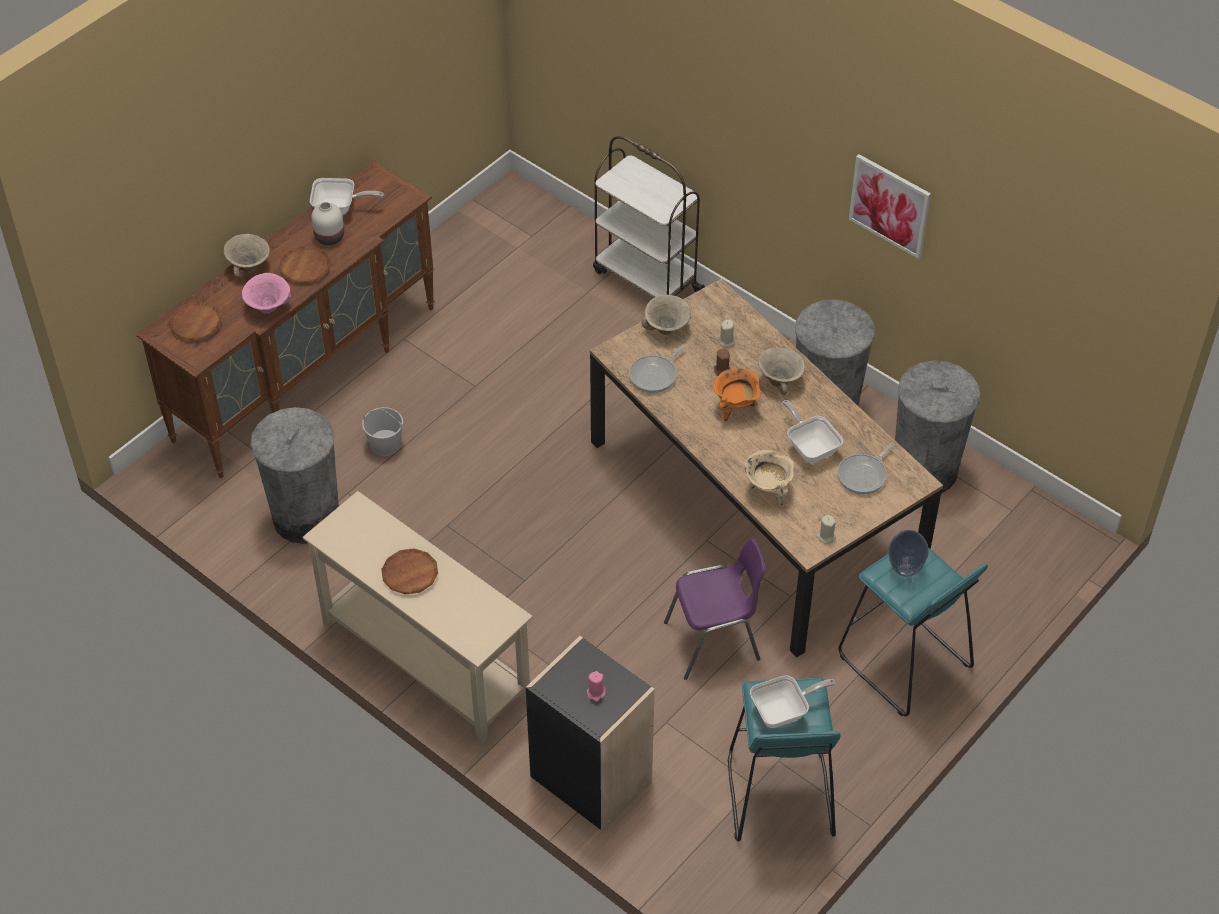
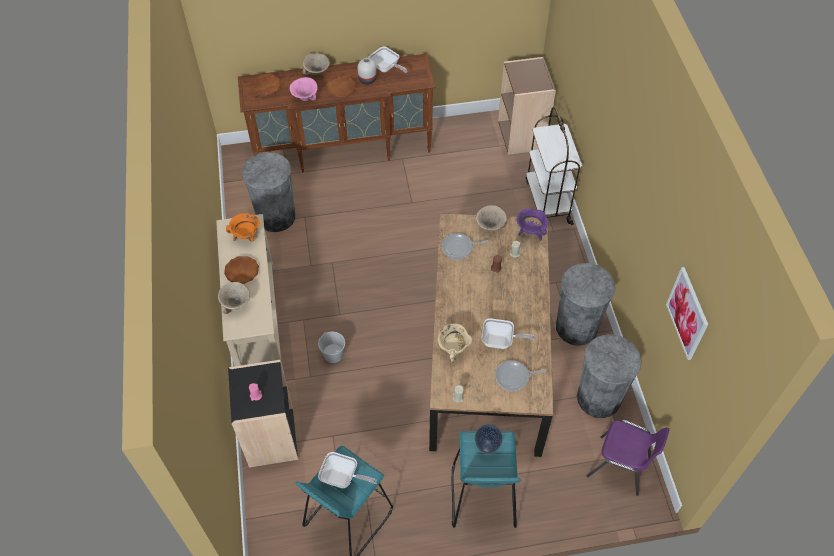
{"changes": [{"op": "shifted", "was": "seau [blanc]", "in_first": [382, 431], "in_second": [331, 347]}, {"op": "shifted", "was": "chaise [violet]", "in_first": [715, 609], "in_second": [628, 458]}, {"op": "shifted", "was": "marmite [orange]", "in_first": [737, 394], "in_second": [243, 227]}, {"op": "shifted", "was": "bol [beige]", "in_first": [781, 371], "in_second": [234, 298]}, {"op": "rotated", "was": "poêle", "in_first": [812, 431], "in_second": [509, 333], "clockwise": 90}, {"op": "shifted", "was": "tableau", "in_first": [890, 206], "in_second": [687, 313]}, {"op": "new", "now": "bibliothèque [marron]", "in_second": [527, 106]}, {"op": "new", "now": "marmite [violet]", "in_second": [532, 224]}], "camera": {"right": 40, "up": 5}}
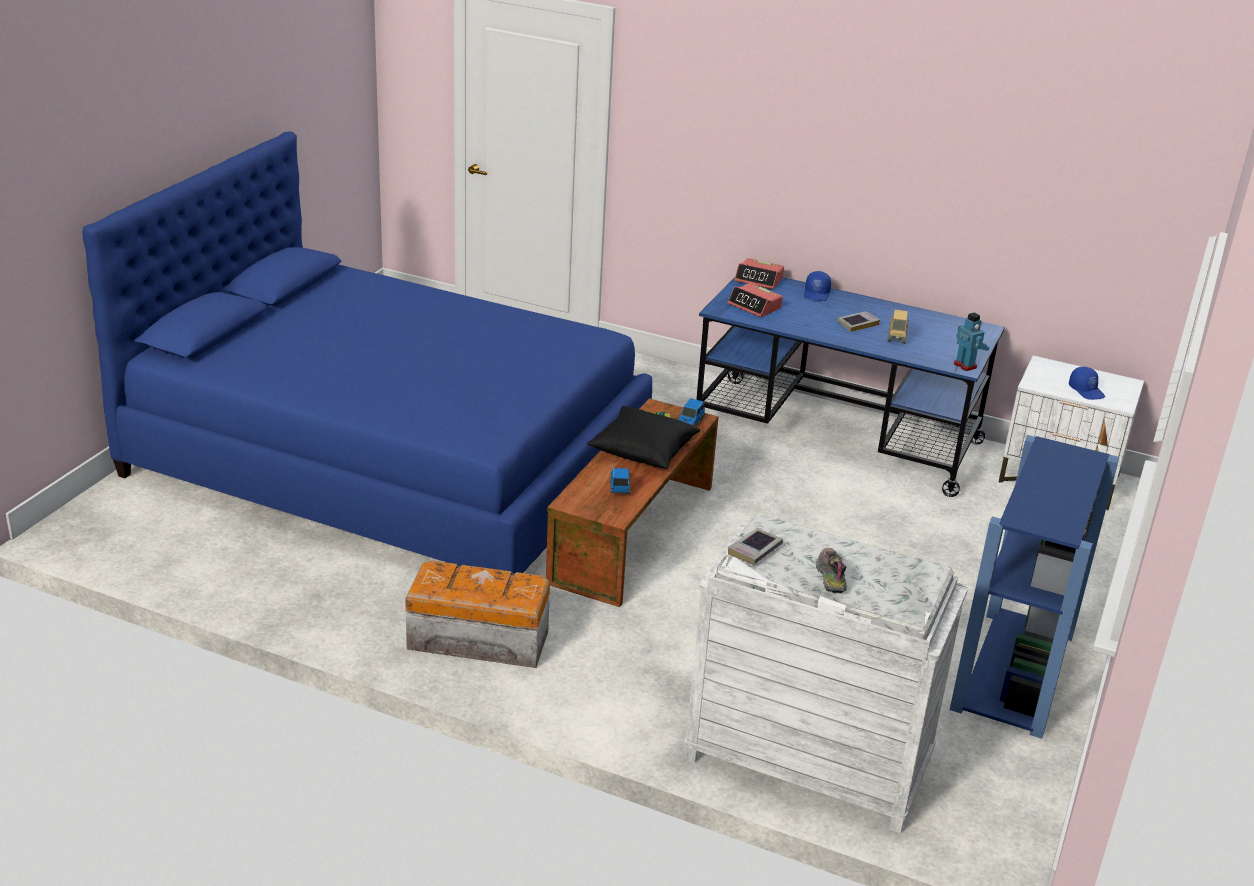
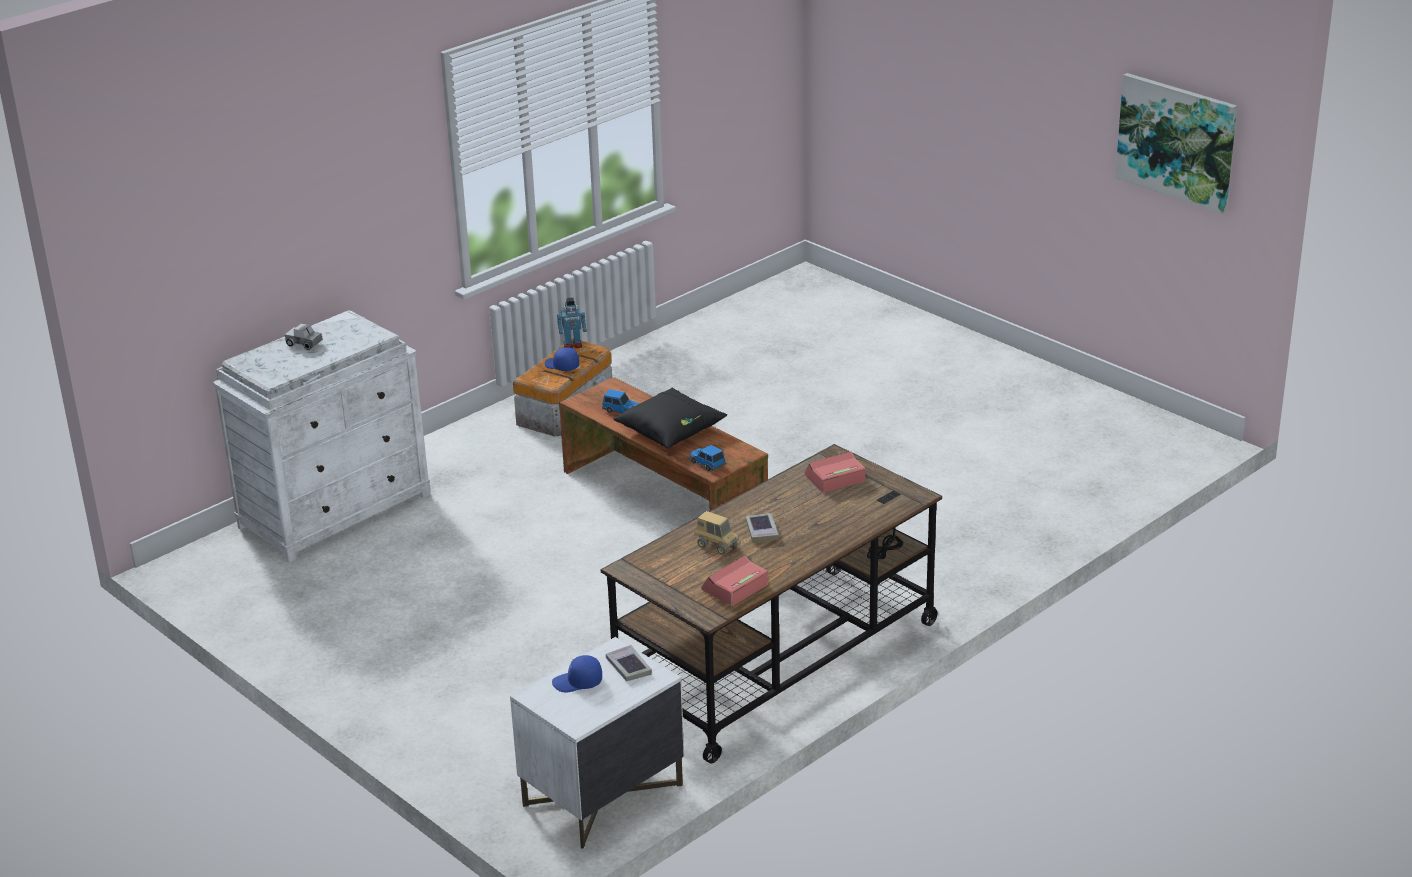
{"changes": [{"op": "gone", "was": "lit [bleu]", "in_first": [367, 352]}, {"op": "repainted", "was": "bureau [bleu]", "now": "bureau [marron]", "in_first": [850, 387], "in_second": [771, 603]}, {"op": "shifted", "was": "livre", "in_first": [755, 546], "in_second": [629, 663]}, {"op": "shifted", "was": "réveil", "in_first": [759, 273], "in_second": [734, 581]}, {"op": "shifted", "was": "casquette [bleu]", "in_first": [817, 286], "in_second": [562, 359]}, {"op": "swapped", "was": "chaussure", "now": "camion jouet", "in_first": [831, 571], "in_second": [304, 336]}, {"op": "gone", "was": "bibliothèque [bleu]", "in_first": [1034, 587]}, {"op": "shifted", "was": "robot jouet", "in_first": [972, 341], "in_second": [572, 323]}, {"op": "new", "now": "tableau", "in_second": [1176, 143]}], "camera": {"right": 115, "up": 0}}
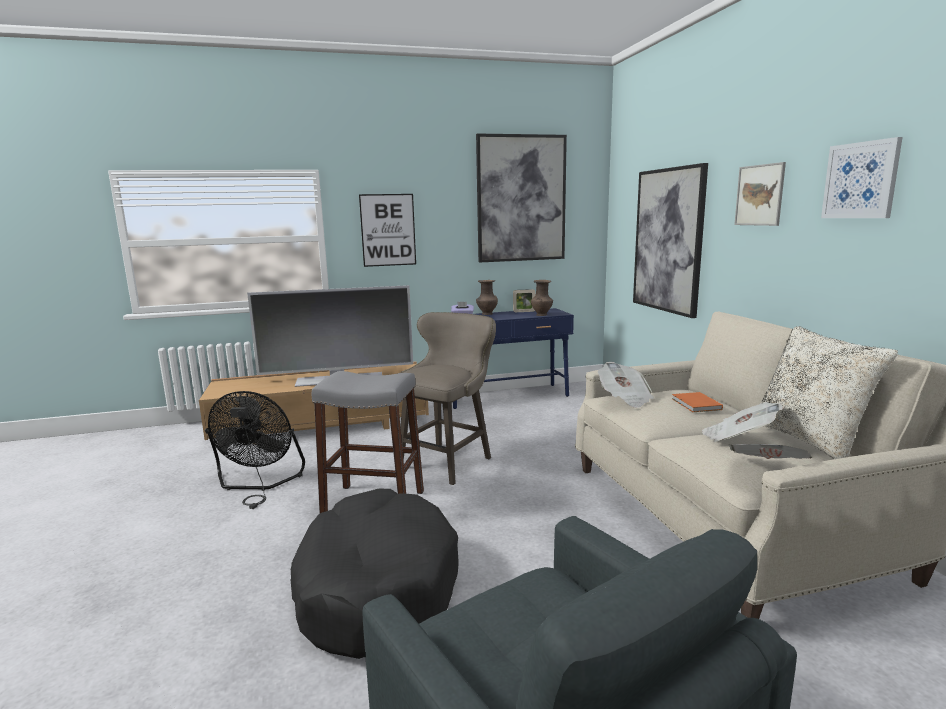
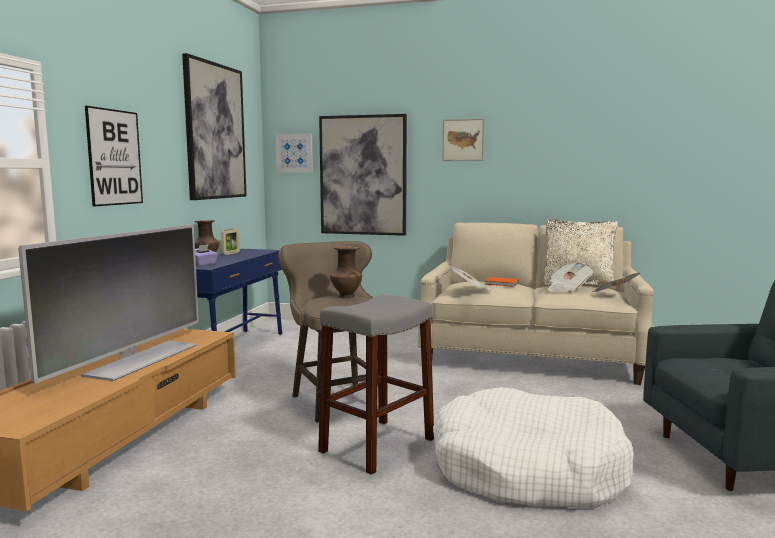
{"changes": [{"op": "gone", "was": "ventilateur [noir]", "in_first": [255, 450]}, {"op": "repainted", "was": "panier pour chien [noir]", "now": "panier pour chien [blanc]", "in_first": [375, 574], "in_second": [533, 447]}, {"op": "shifted", "was": "vase [marron]", "in_first": [542, 298], "in_second": [346, 272]}, {"op": "shifted", "was": "tableau", "in_first": [862, 177], "in_second": [294, 153]}], "camera": {"right": -60, "up": -5}}
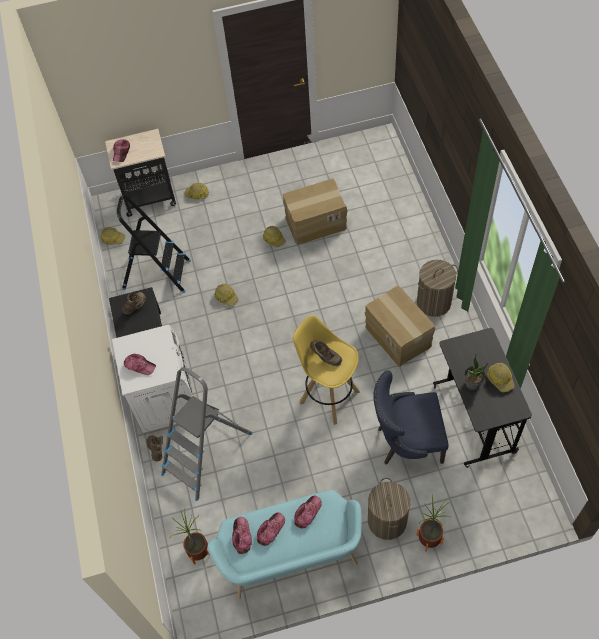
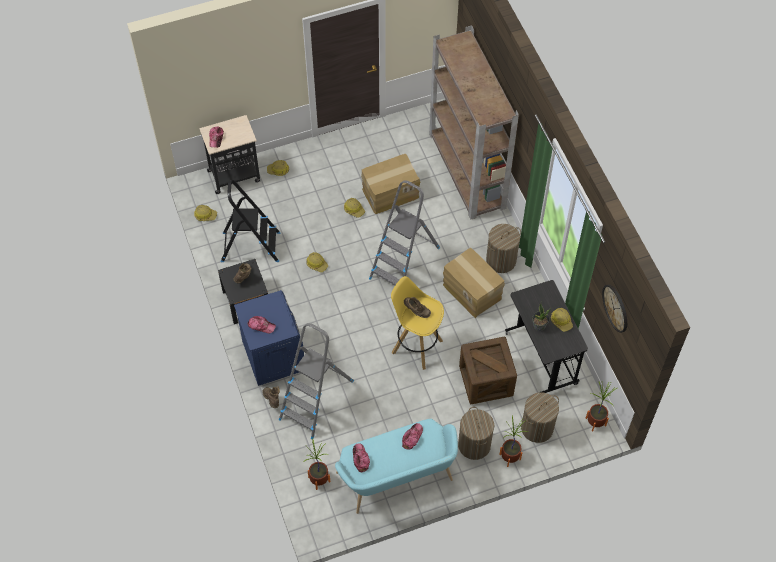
{"changes": [{"op": "repainted", "was": "lave-linge [blanc]", "now": "lave-linge [bleu]", "in_first": [152, 378], "in_second": [269, 338]}, {"op": "gone", "was": "casquette", "in_first": [271, 529]}, {"op": "swapped", "was": "chaise [bleu]", "now": "caisse", "in_first": [410, 417], "in_second": [488, 370]}, {"op": "new", "now": "escabeau [gris]", "in_second": [404, 232]}, {"op": "new", "now": "bibliothèque [marron]", "in_second": [474, 122]}, {"op": "new", "now": "panier à linge", "in_second": [540, 417]}, {"op": "new", "now": "plante en pot", "in_second": [601, 406]}, {"op": "new", "now": "horloge murale", "in_second": [614, 308]}], "camera": {"right": -10, "up": 0}}
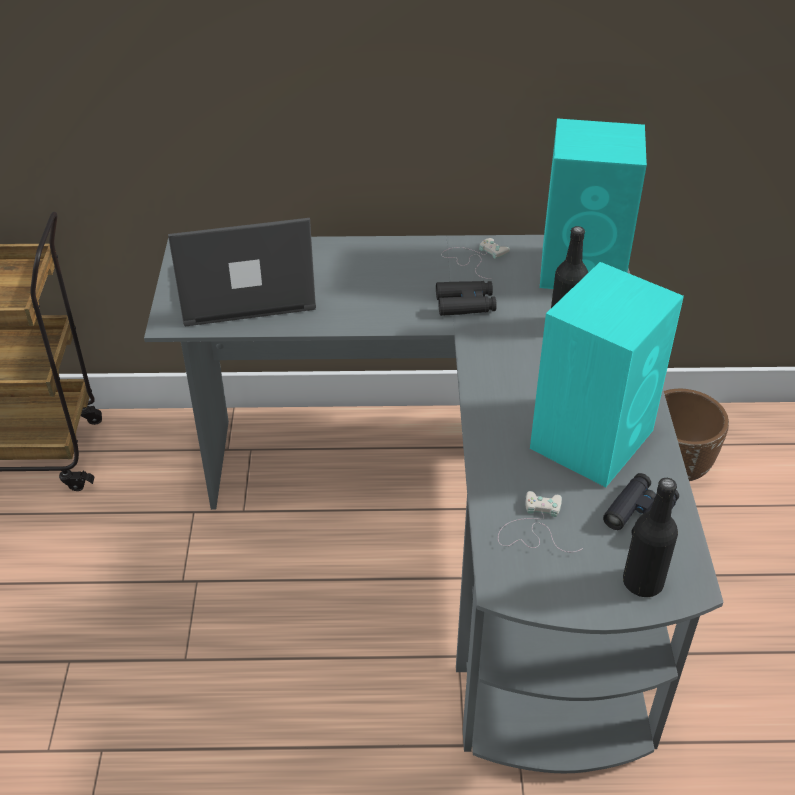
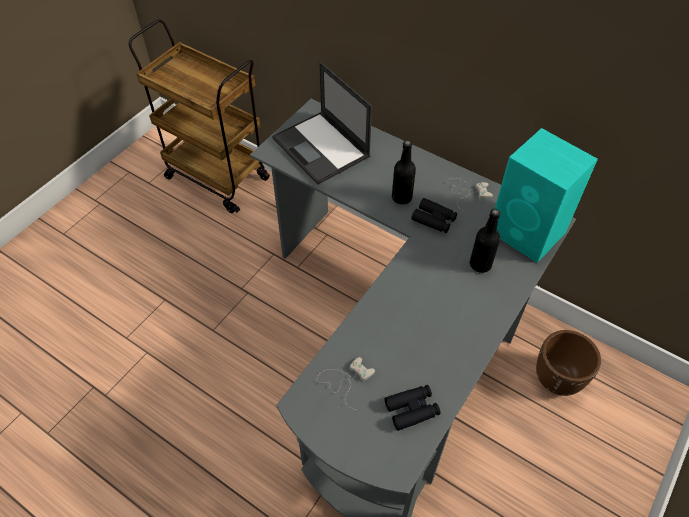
{"changes": [{"op": "rotated", "was": "ordinateur portable", "in_first": [242, 272], "in_second": [322, 123], "clockwise": -150}, {"op": "gone", "was": "enceinte [turquoise]", "in_first": [607, 374]}, {"op": "shifted", "was": "bouteille [noir]", "in_first": [650, 537], "in_second": [404, 172]}], "camera": {"right": 35, "up": 10}}
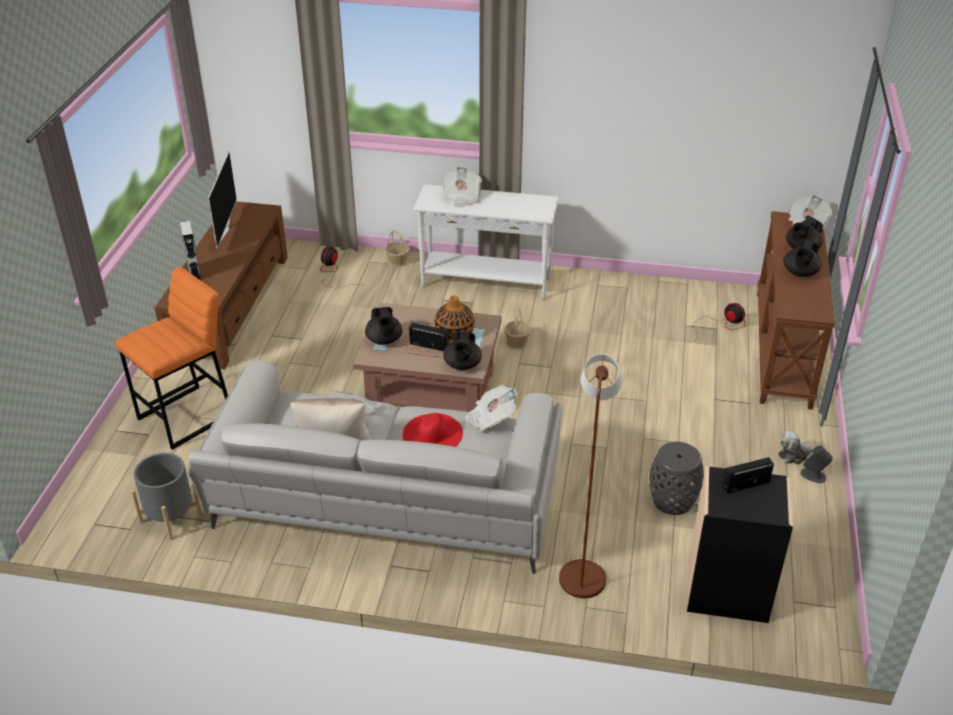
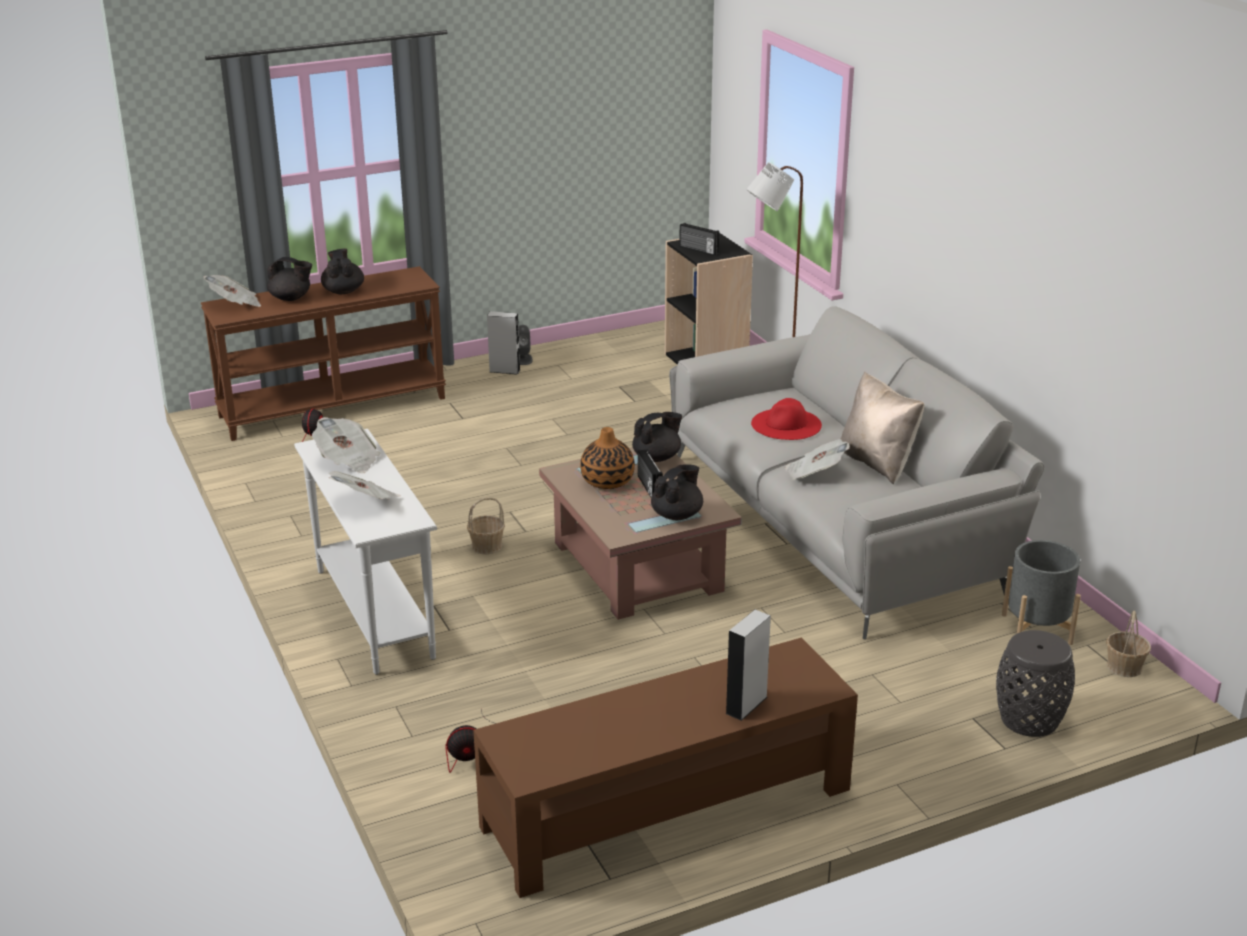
{"changes": [{"op": "gone", "was": "tabouret [orange]", "in_first": [171, 358]}, {"op": "gone", "was": "téléviseur", "in_first": [222, 199]}, {"op": "shifted", "was": "panier", "in_first": [397, 248], "in_second": [1128, 644]}, {"op": "shifted", "was": "journal", "in_first": [491, 408], "in_second": [346, 445]}, {"op": "shifted", "was": "tabouret [gris]", "in_first": [676, 478], "in_second": [1035, 683]}, {"op": "swapped", "was": "peluche", "now": "enceinte [gris]", "in_first": [798, 447], "in_second": [503, 343]}, {"op": "rotated", "was": "théière [noir]", "in_first": [802, 258], "in_second": [342, 271], "clockwise": -90}], "camera": {"right": -125, "up": -10}}
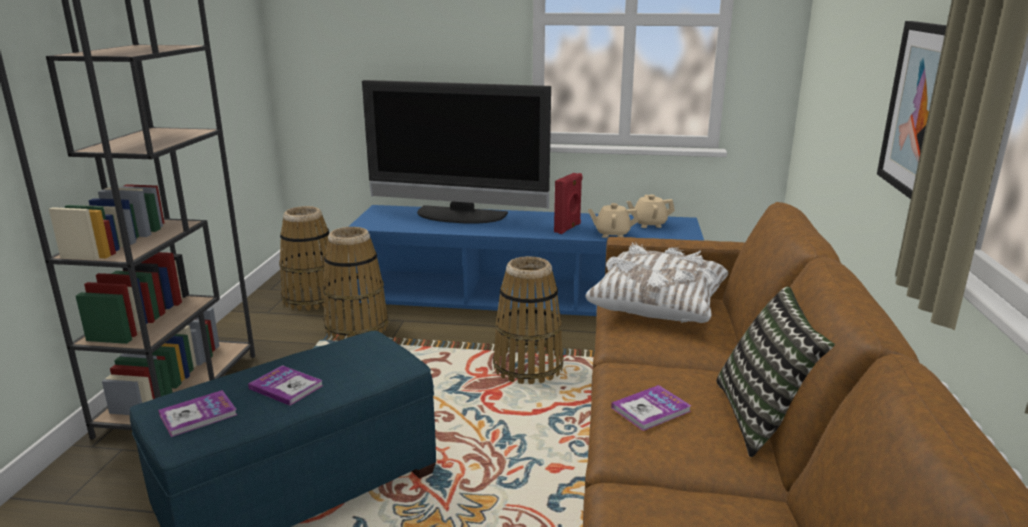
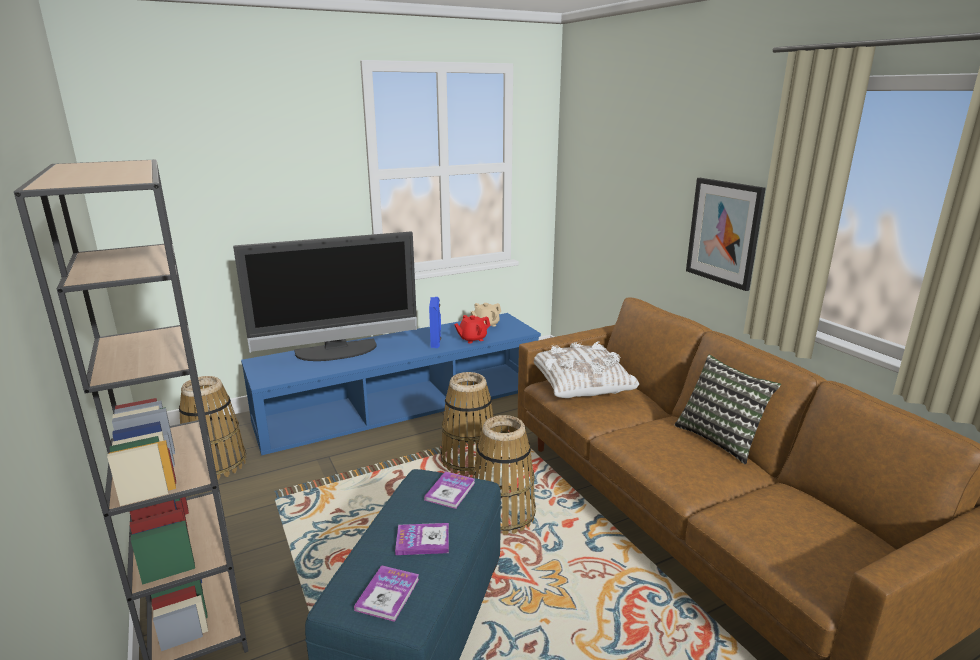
{"changes": [{"op": "shifted", "was": "panier", "in_first": [355, 283], "in_second": [504, 475]}, {"op": "repainted", "was": "enceinte [rouge]", "now": "enceinte [bleu]", "in_first": [568, 203], "in_second": [435, 322]}, {"op": "repainted", "was": "théière [beige]", "now": "théière [rouge]", "in_first": [613, 220], "in_second": [472, 329]}, {"op": "shifted", "was": "livre", "in_first": [651, 408], "in_second": [449, 490]}], "camera": {"right": -35, "up": 0}}
